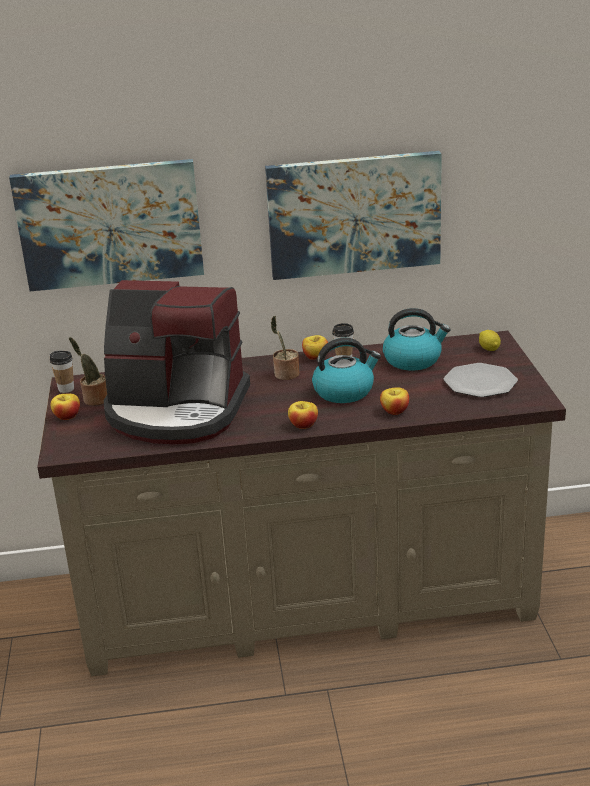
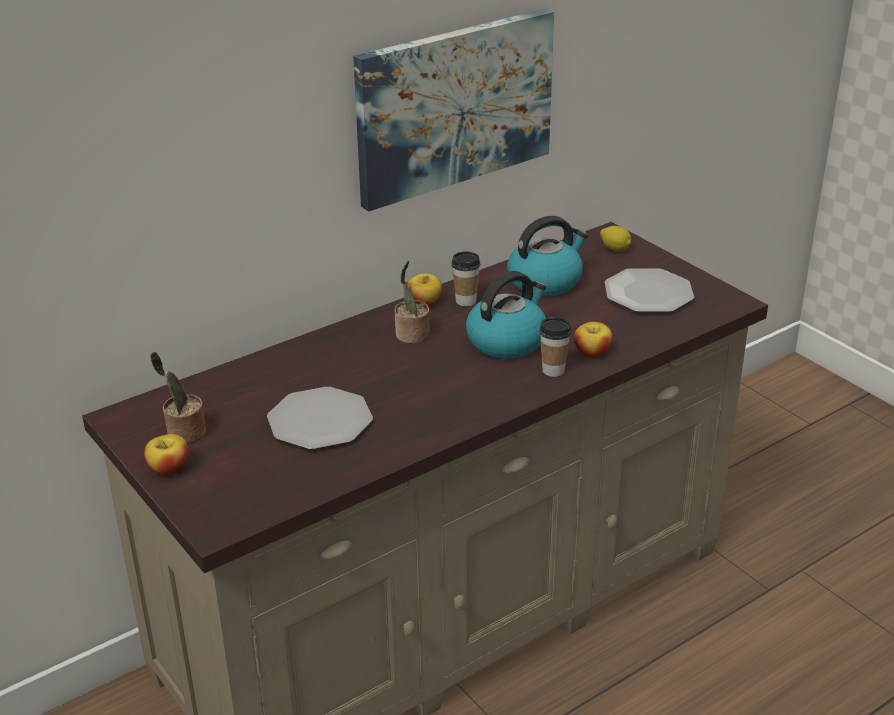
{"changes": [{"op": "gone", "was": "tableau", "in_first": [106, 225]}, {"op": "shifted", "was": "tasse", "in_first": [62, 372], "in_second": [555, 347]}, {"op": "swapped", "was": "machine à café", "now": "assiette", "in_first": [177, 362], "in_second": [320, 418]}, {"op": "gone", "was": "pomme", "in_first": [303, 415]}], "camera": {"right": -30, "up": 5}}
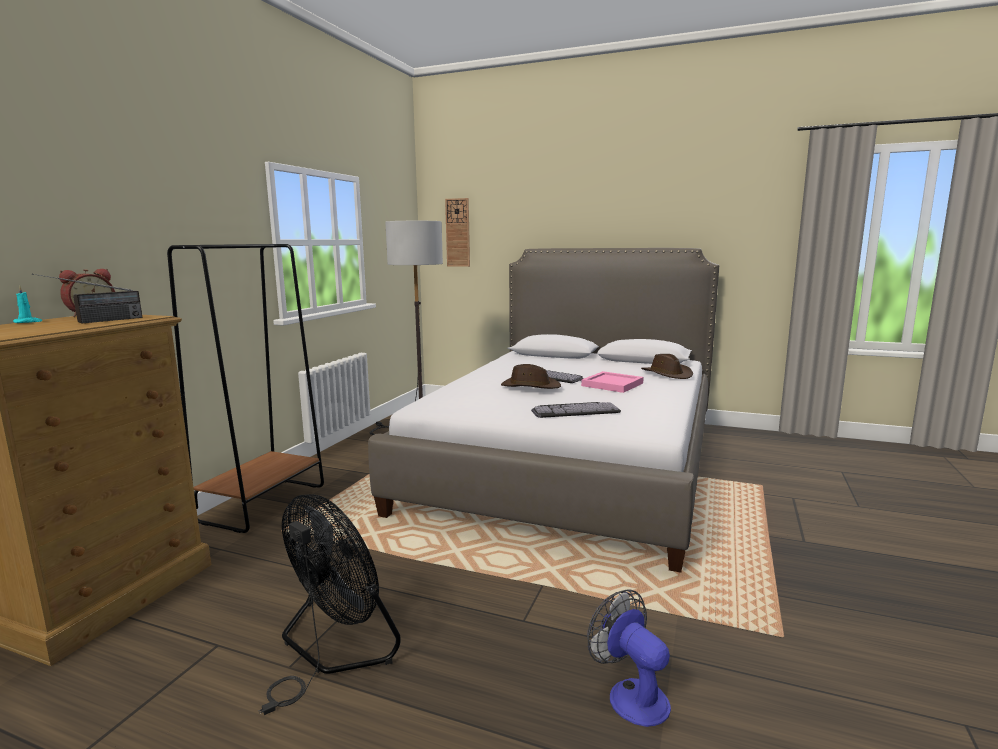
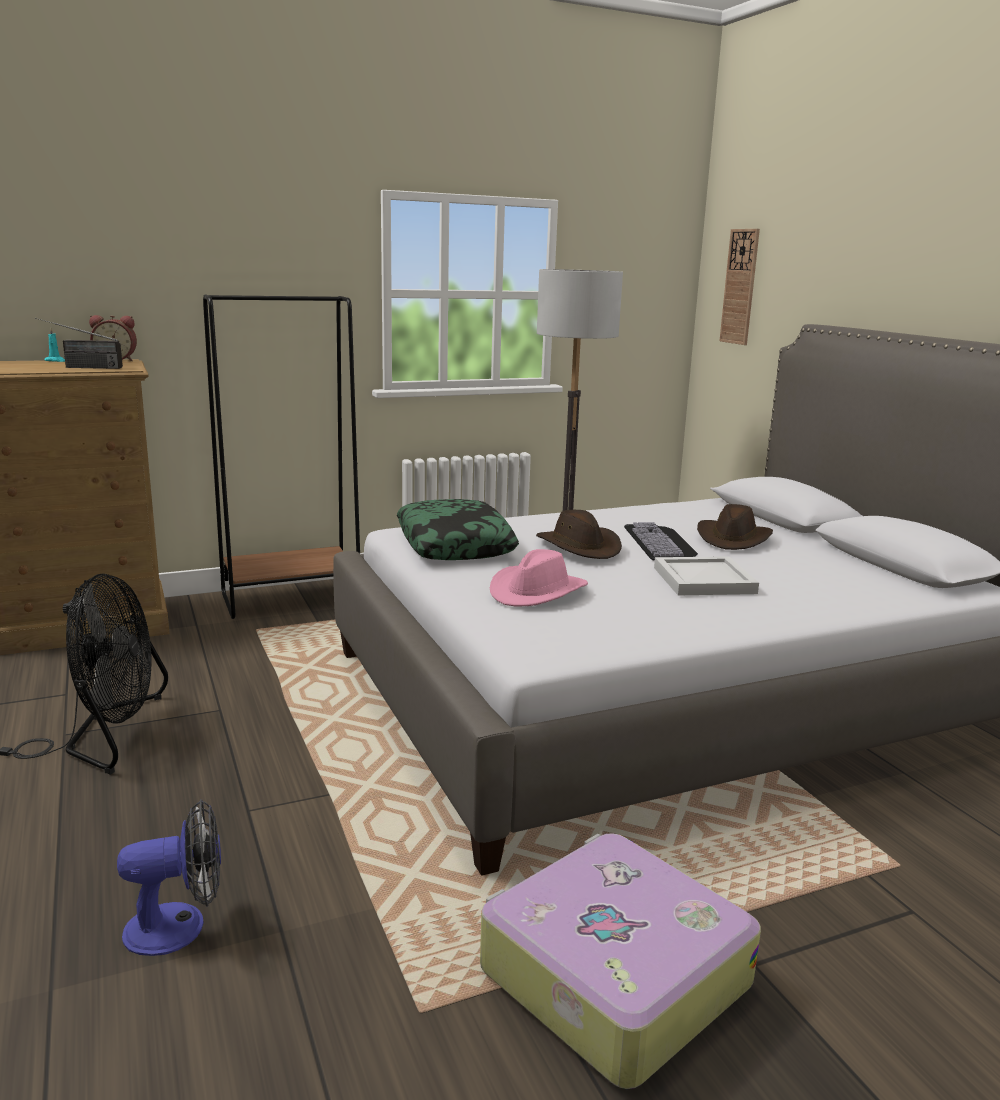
{"changes": [{"op": "swapped", "was": "clavier", "now": "chapeau [rose]", "in_first": [576, 410], "in_second": [539, 577]}, {"op": "repainted", "was": "plateau [rose]", "now": "plateau [blanc]", "in_first": [612, 382], "in_second": [706, 575]}, {"op": "rotated", "was": "ventilateur", "in_first": [629, 658], "in_second": [169, 877], "clockwise": 60}, {"op": "shifted", "was": "chapeau [marron]", "in_first": [667, 366], "in_second": [735, 527]}, {"op": "new", "now": "coussin", "in_second": [458, 529]}, {"op": "new", "now": "valise", "in_second": [620, 961]}], "camera": {"right": 45, "up": 5}}
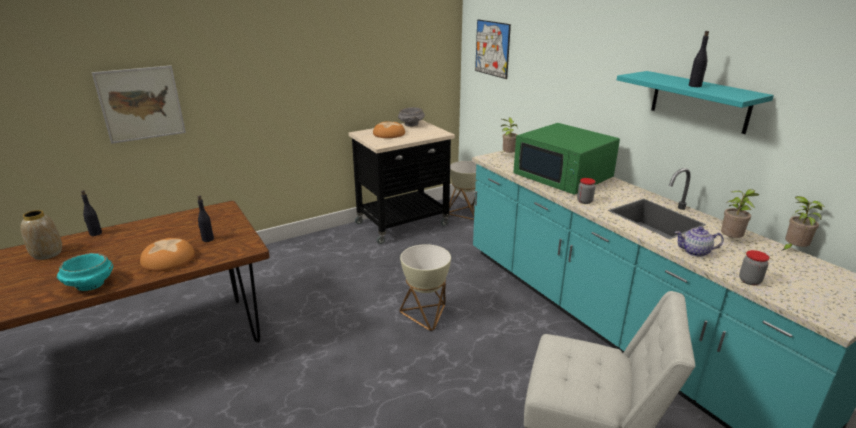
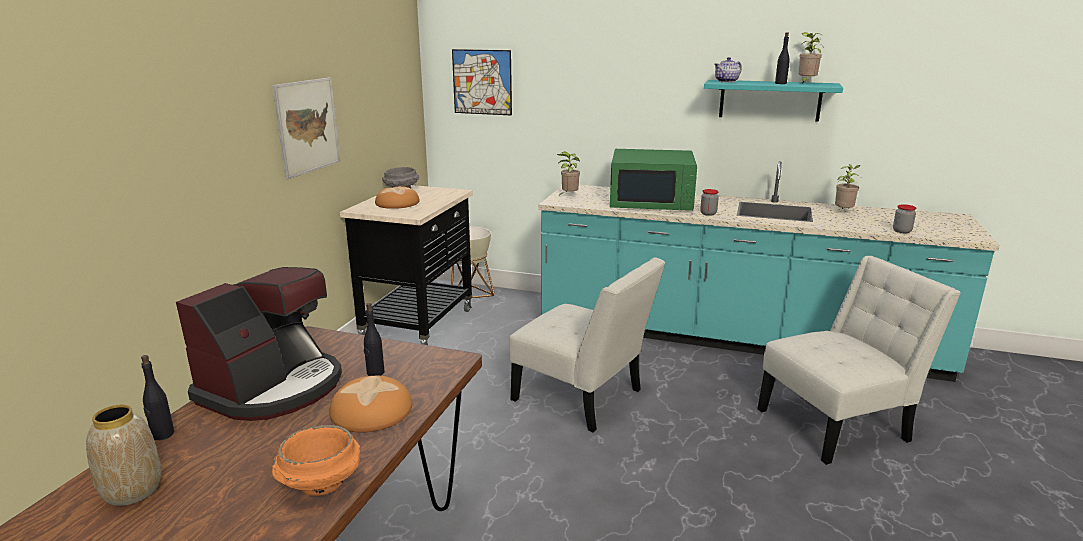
{"changes": [{"op": "repainted", "was": "bol [turquoise]", "now": "bol [orange]", "in_first": [85, 272], "in_second": [316, 460]}, {"op": "shifted", "was": "tableau", "in_first": [139, 104], "in_second": [306, 128]}, {"op": "swapped", "was": "cache-pot", "now": "chaise [blanc]", "in_first": [425, 287], "in_second": [587, 345]}, {"op": "shifted", "was": "théière", "in_first": [699, 242], "in_second": [728, 70]}, {"op": "shifted", "was": "plante en pot", "in_first": [803, 223], "in_second": [811, 58]}, {"op": "new", "now": "machine à café", "in_second": [259, 344]}], "camera": {"right": -40, "up": -5}}
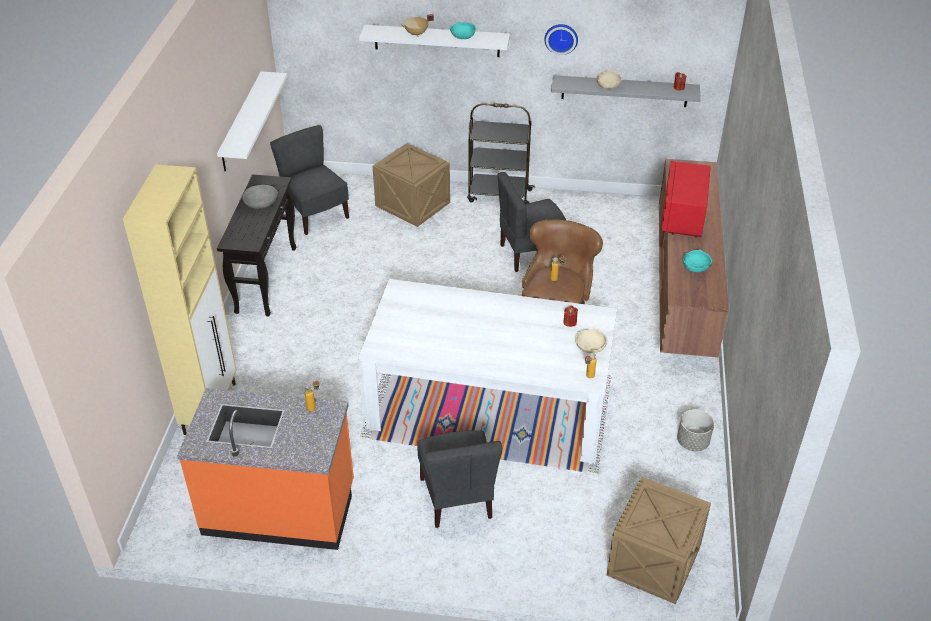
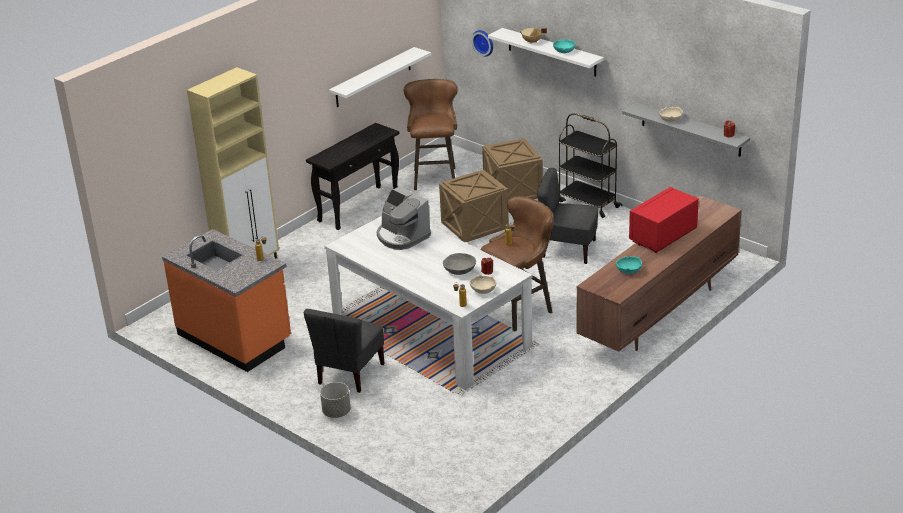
{"changes": [{"op": "shifted", "was": "bol [gris]", "in_first": [260, 197], "in_second": [459, 264]}, {"op": "swapped", "was": "chaise [gris]", "now": "tabouret [marron]", "in_first": [309, 180], "in_second": [431, 134]}, {"op": "shifted", "was": "horloge murale", "in_first": [561, 39], "in_second": [482, 43]}, {"op": "shifted", "was": "caisse", "in_first": [659, 540], "in_second": [474, 206]}, {"op": "shifted", "was": "cache-pot [gris]", "in_first": [695, 430], "in_second": [335, 400]}, {"op": "new", "now": "machine à café", "in_second": [404, 218]}], "camera": {"right": 35, "up": -10}}
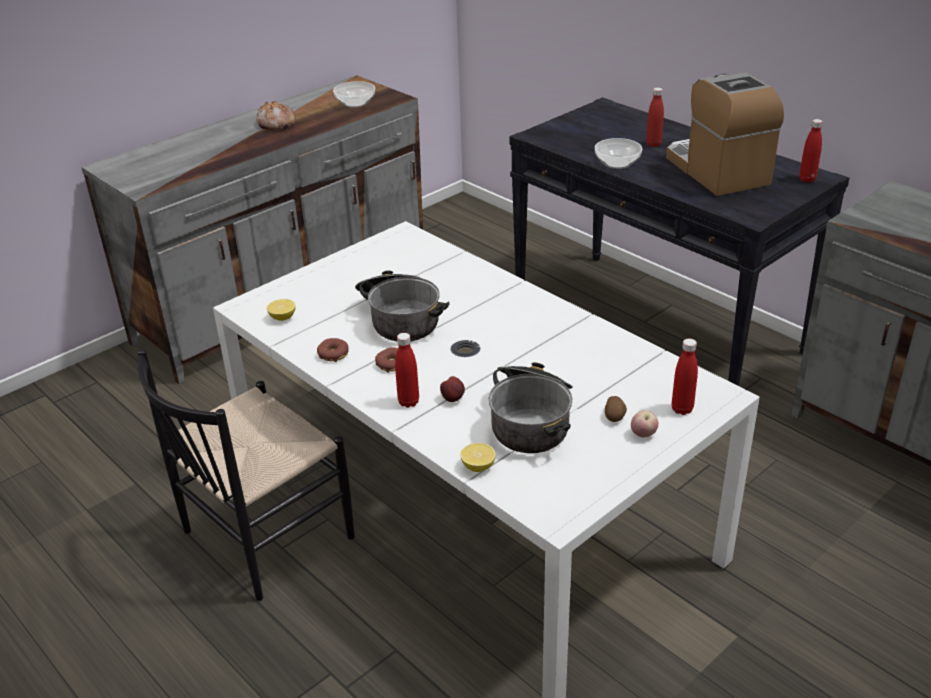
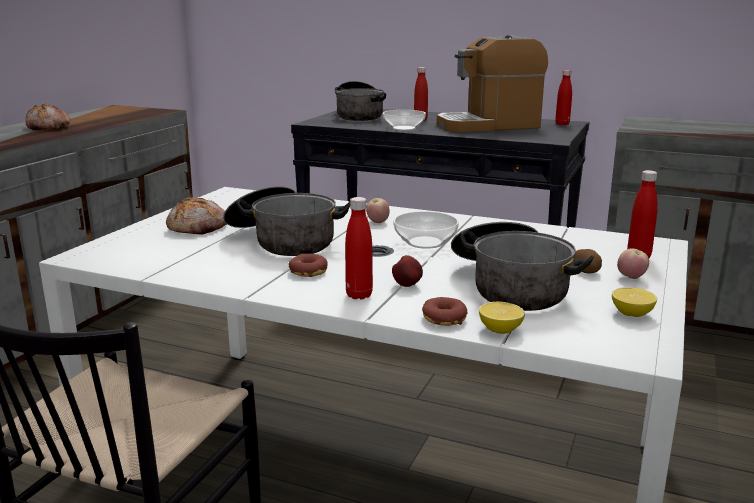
{"changes": [{"op": "shifted", "was": "citron", "in_first": [281, 310], "in_second": [634, 302]}, {"op": "shifted", "was": "beignet", "in_first": [333, 350], "in_second": [444, 311]}, {"op": "shifted", "was": "bol", "in_first": [354, 94], "in_second": [426, 230]}, {"op": "rotated", "was": "machine à café", "in_first": [725, 134], "in_second": [492, 83], "clockwise": -60}, {"op": "new", "now": "pain", "in_second": [196, 216]}, {"op": "new", "now": "marmite", "in_second": [360, 101]}, {"op": "new", "now": "pomme", "in_second": [378, 210]}], "camera": {"right": -25, "up": -15}}
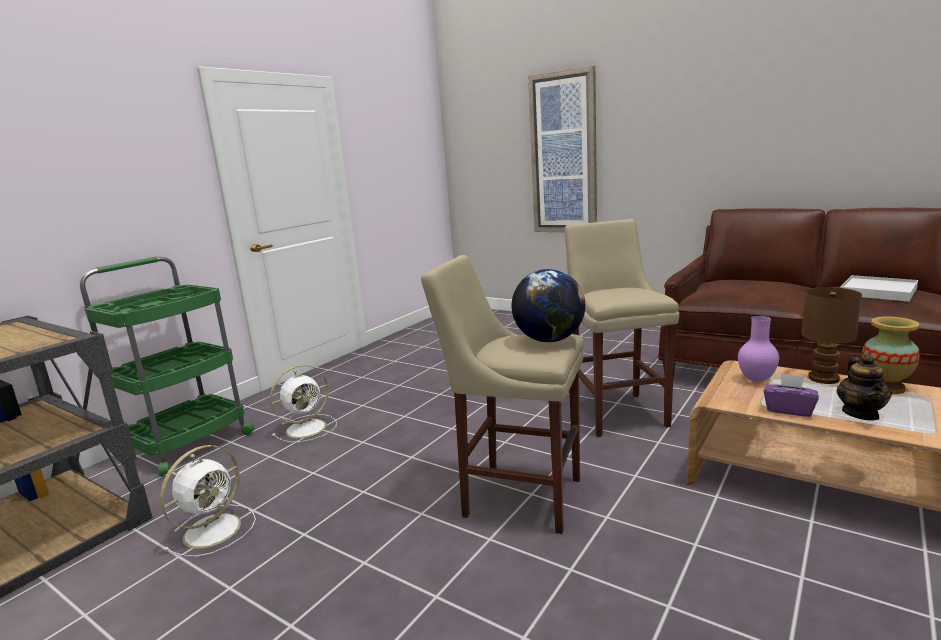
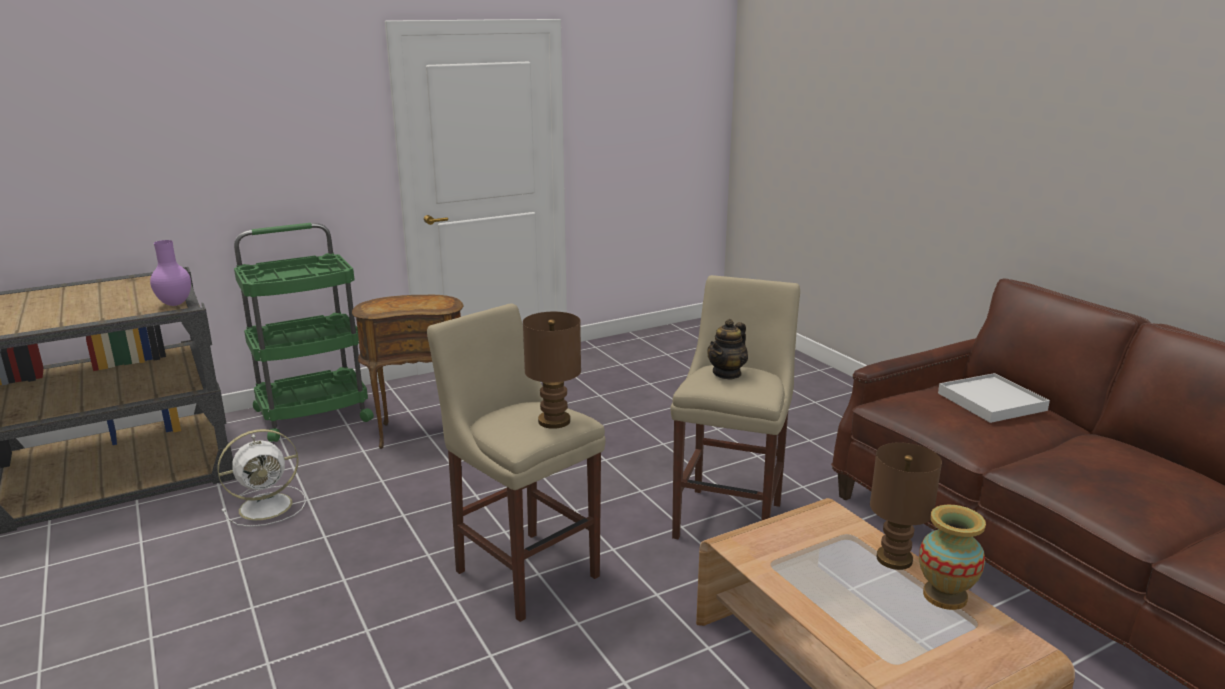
{"changes": [{"op": "swapped", "was": "ventilateur [blanc]", "now": "table d'appoint [marron]", "in_first": [303, 403], "in_second": [407, 372]}, {"op": "swapped", "was": "globe", "now": "lampe de table [marron]", "in_first": [548, 305], "in_second": [552, 370]}, {"op": "gone", "was": "tableau", "in_first": [562, 149]}, {"op": "shifted", "was": "vase [violet]", "in_first": [758, 349], "in_second": [170, 273]}, {"op": "gone", "was": "boîte à mouchoirs [violet]", "in_first": [791, 395]}, {"op": "shifted", "was": "théière", "in_first": [864, 388], "in_second": [727, 349]}, {"op": "shifted", "was": "plateau [blanc]", "in_first": [879, 288], "in_second": [994, 398]}], "camera": {"right": 25, "up": 5}}
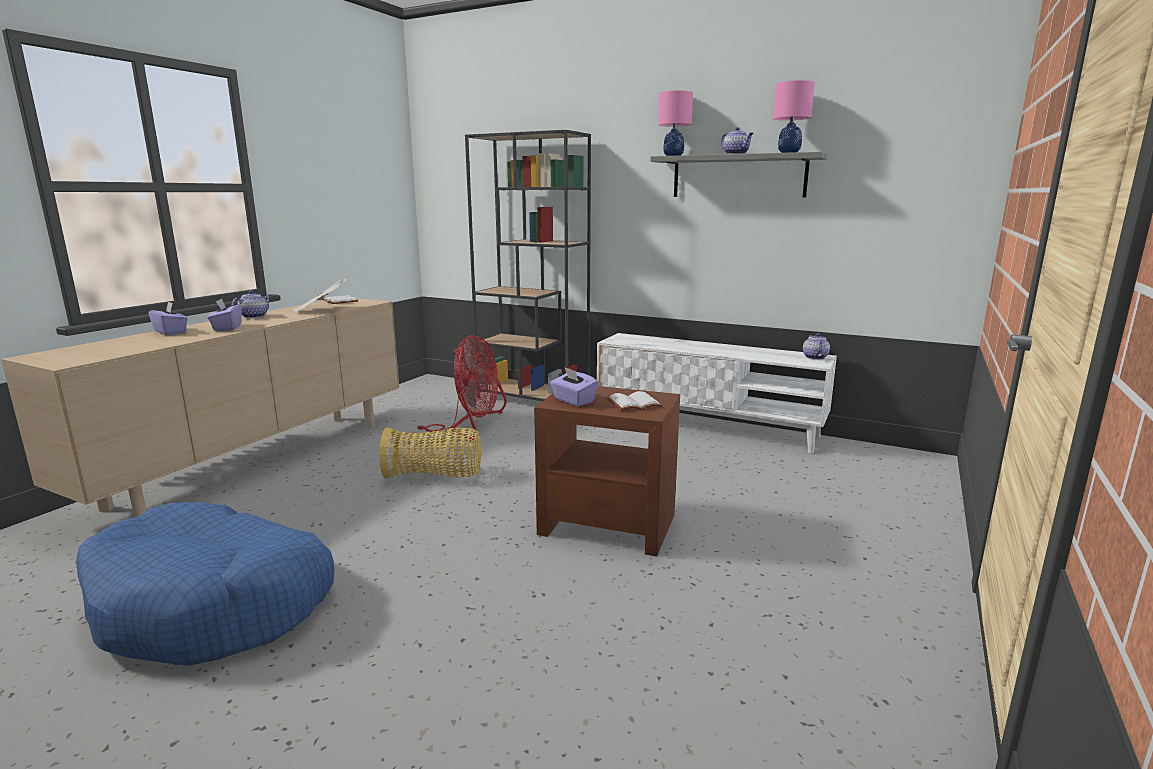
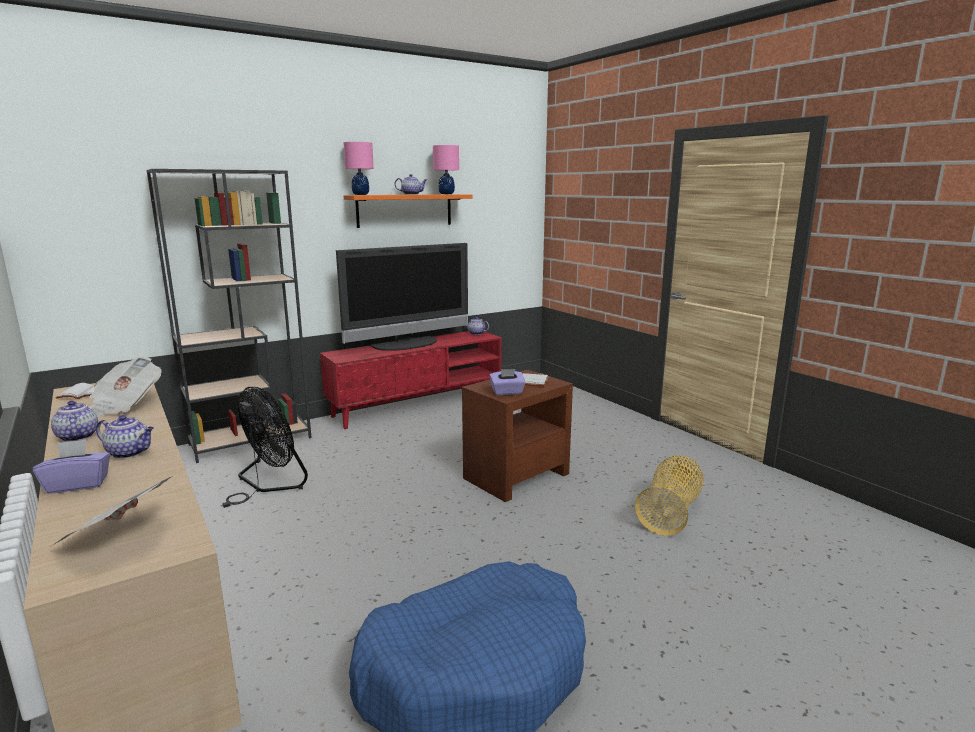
{"changes": [{"op": "swapped", "was": "boîte à mouchoirs [violet]", "now": "théière", "in_first": [225, 314], "in_second": [125, 437]}, {"op": "shifted", "was": "panier", "in_first": [430, 452], "in_second": [669, 495]}, {"op": "repainted", "was": "ventilateur [rouge]", "now": "ventilateur [noir]", "in_first": [462, 387], "in_second": [264, 447]}, {"op": "repainted", "was": "meuble télé [blanc]", "now": "meuble télé [rouge]", "in_first": [717, 393], "in_second": [410, 380]}, {"op": "repainted", "was": "étagère [gris]", "now": "étagère [orange]", "in_first": [738, 174], "in_second": [408, 211]}, {"op": "new", "now": "journal", "in_second": [111, 511]}, {"op": "new", "now": "téléviseur", "in_second": [402, 297]}], "camera": {"right": -60, "up": 0}}
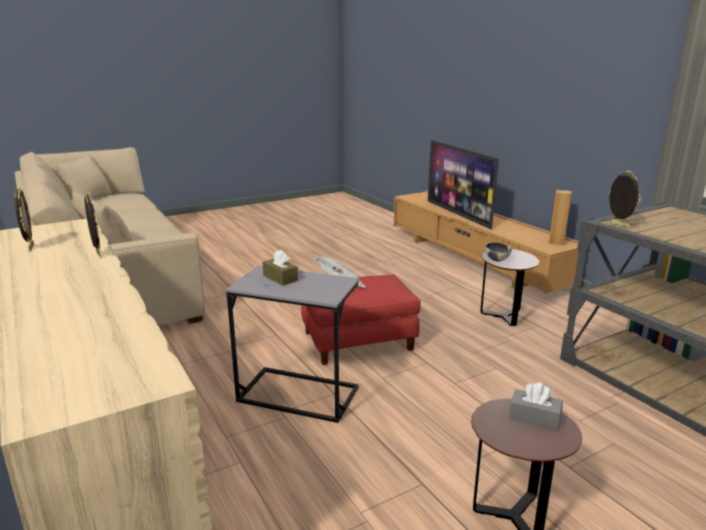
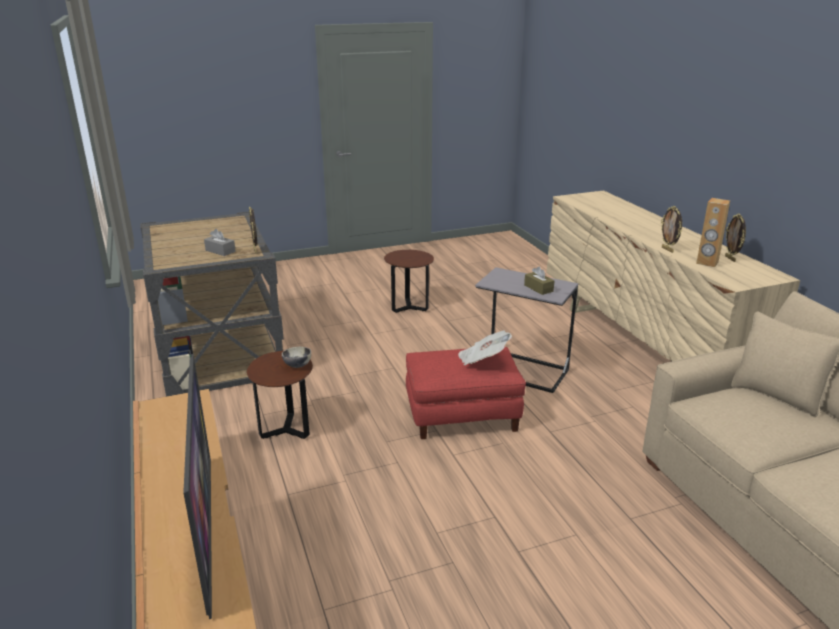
{"changes": [{"op": "shifted", "was": "boîte à mouchoirs [gris]", "in_first": [536, 407], "in_second": [220, 242]}, {"op": "shifted", "was": "enceinte [marron]", "in_first": [560, 217], "in_second": [713, 232]}], "camera": {"right": -170, "up": 5}}
